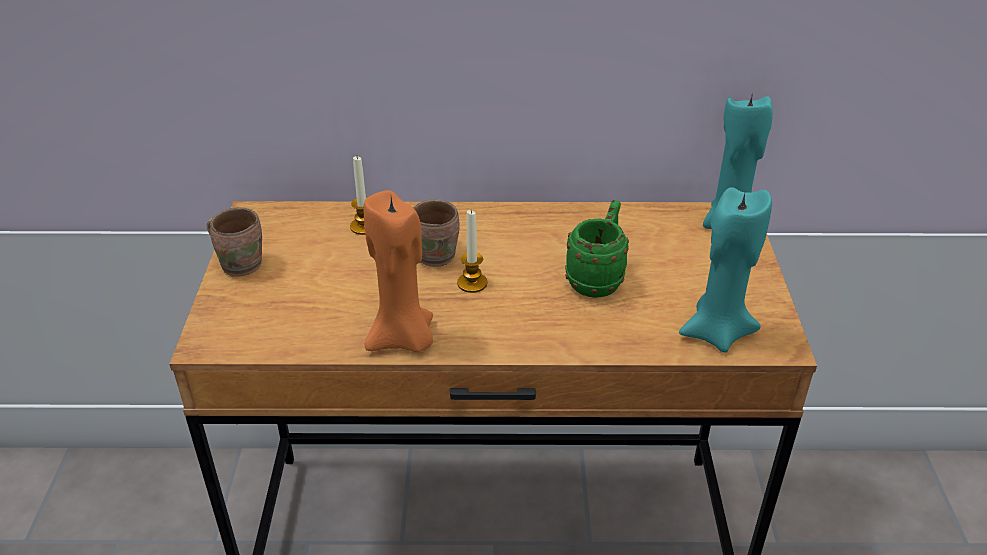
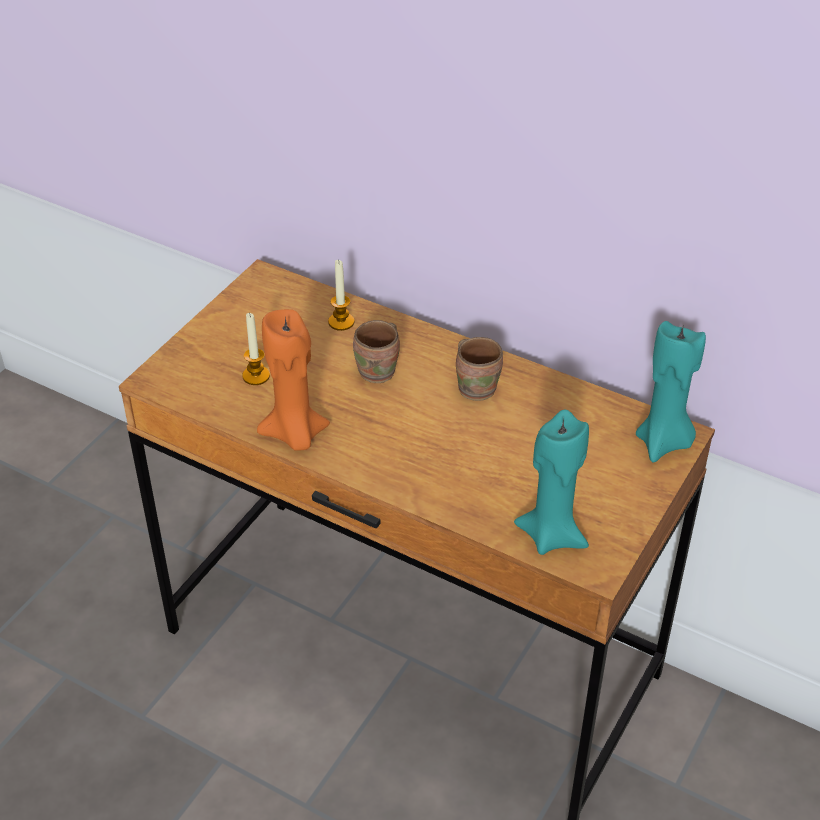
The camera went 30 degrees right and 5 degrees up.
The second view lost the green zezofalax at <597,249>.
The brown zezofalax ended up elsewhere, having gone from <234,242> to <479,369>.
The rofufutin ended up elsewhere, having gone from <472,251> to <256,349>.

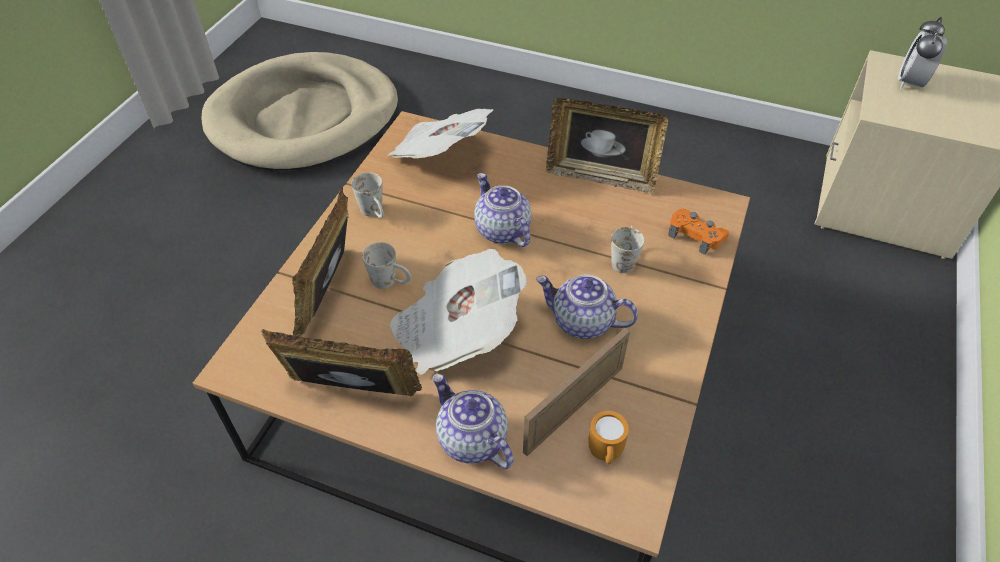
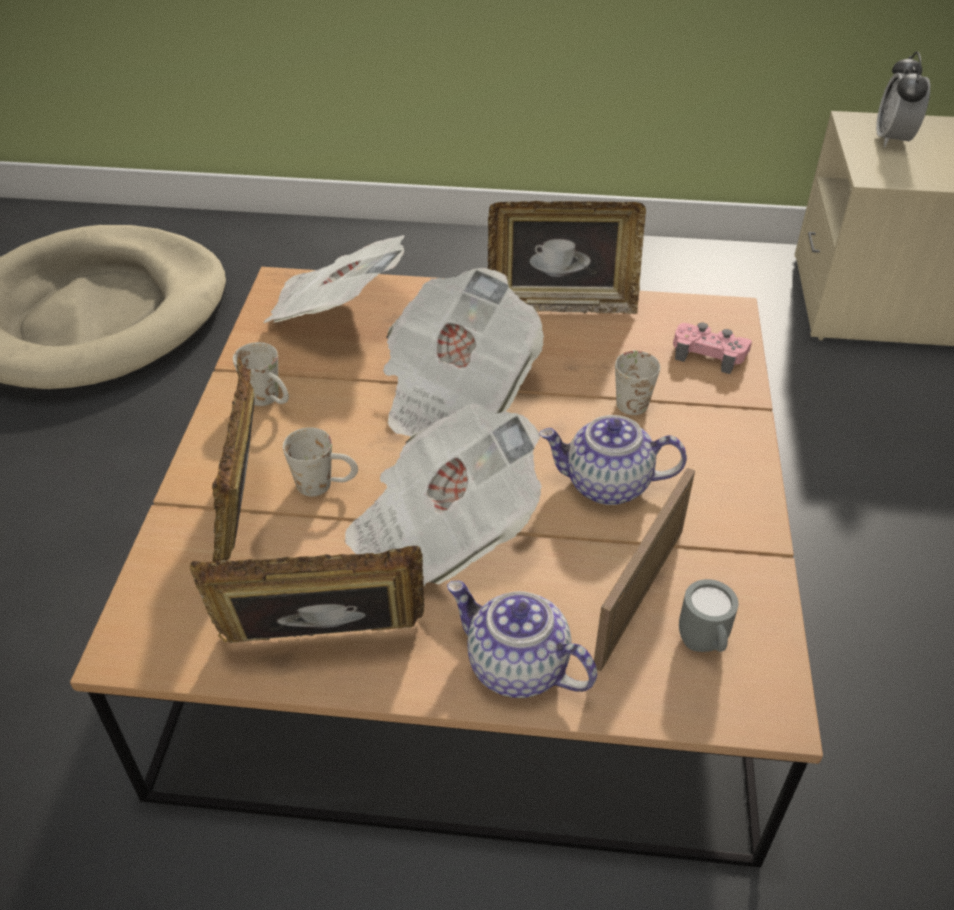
The camera went 15 degrees left and 5 degrees down.
Where the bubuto stood at <502,210>, the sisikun came to stand at <463,352>.
What was the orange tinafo at <698,232> turned into the pink tinafo at <712,348>.
What was the orange zezofalax at <608,437> turned into the grey zezofalax at <709,615>.

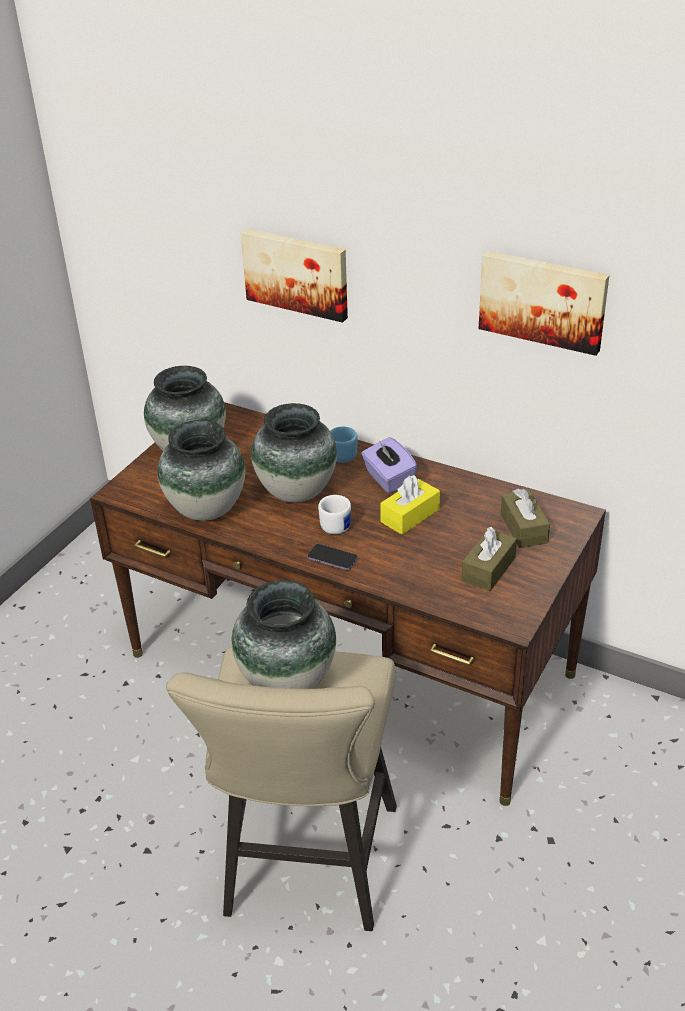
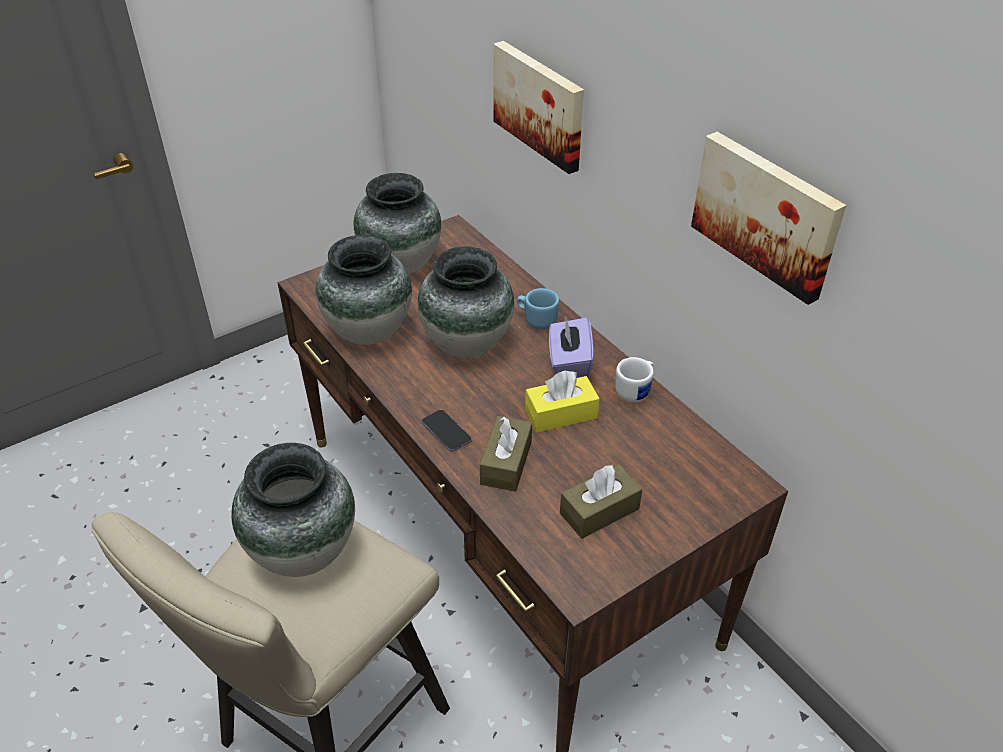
The camera went 25 degrees right and 5 degrees up.
The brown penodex ended up elsewhere, having gone from <525,518> to <506,454>.
The white zezofalax ended up elsewhere, having gone from <334,514> to <634,379>.

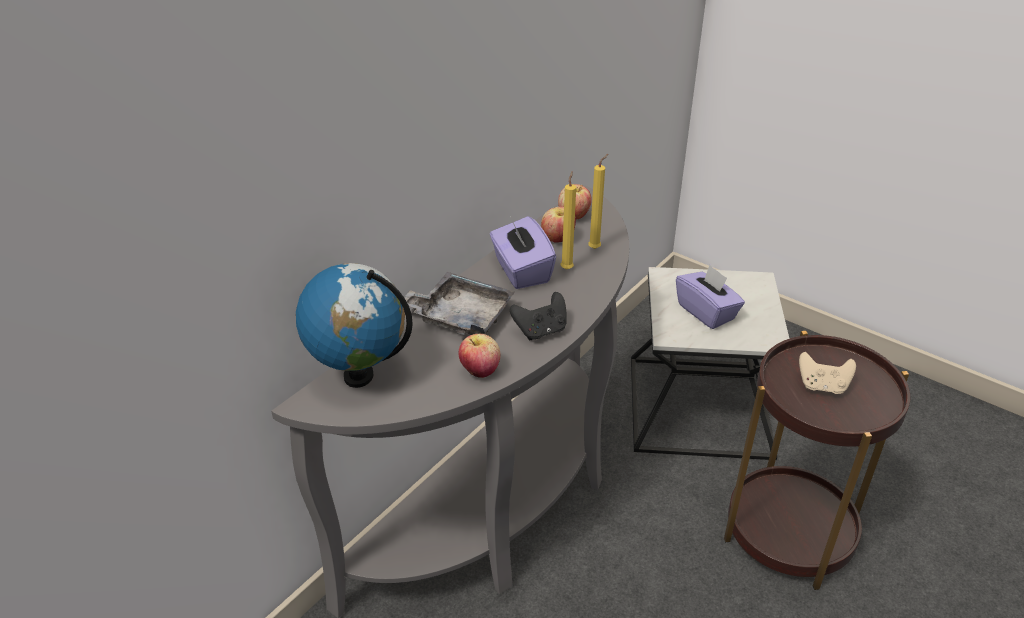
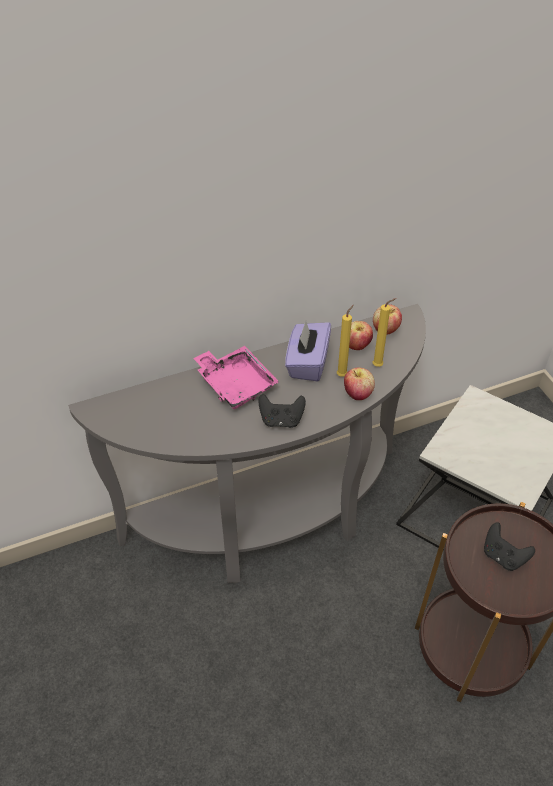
The camera went 30 degrees right and 10 degrees up.
The second view lost the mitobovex at <354,325>.
The second view lost the purple penodex at <710,297>.
What was the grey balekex at <459,303> turned into the pink balekex at <236,377>.
The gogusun ended up elsewhere, having gone from <480,356> to <359,384>.
What was the beige tinafo at <827,373> turned into the black tinafo at <509,547>.

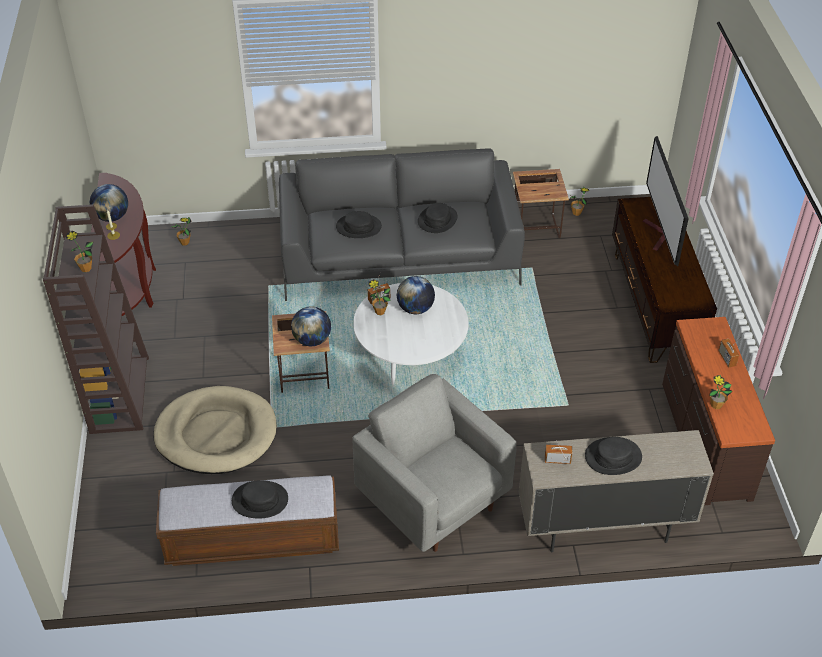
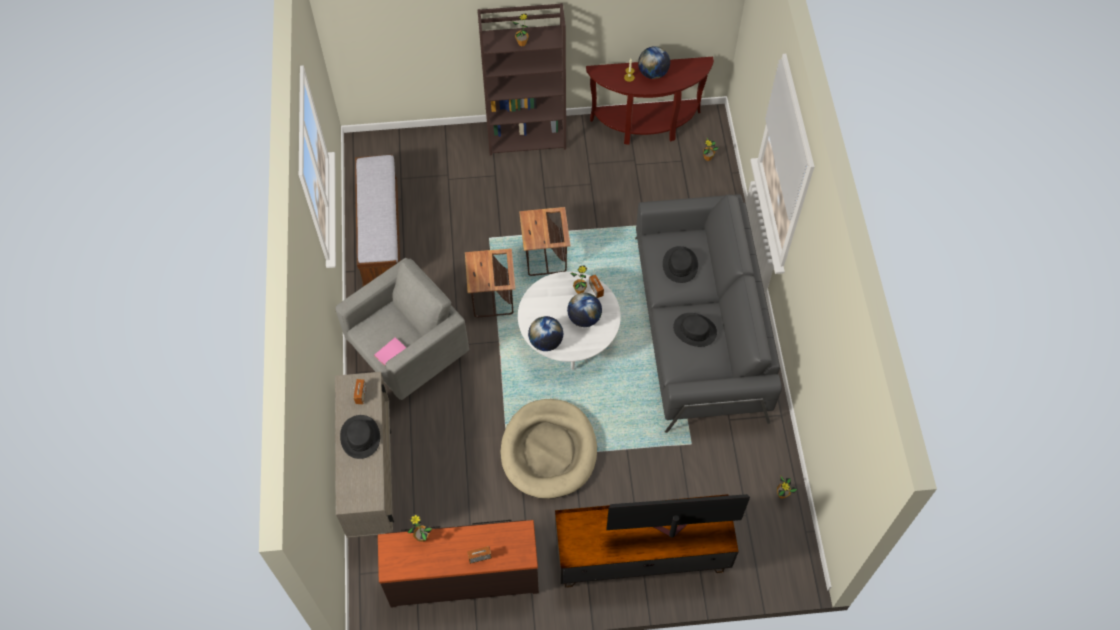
The camera went 90 degrees right and 15 degrees up.
The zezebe ended up elsewhere, having gone from <541,203> to <490,282>.
The mitobovex ended up elsewhere, having gone from <311,326> to <545,333>.
The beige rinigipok ended up elsewhere, having gone from <215,430> to <549,449>.
The second view lost the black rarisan at <260,499>.
The second view gained the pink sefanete at <390,351>.

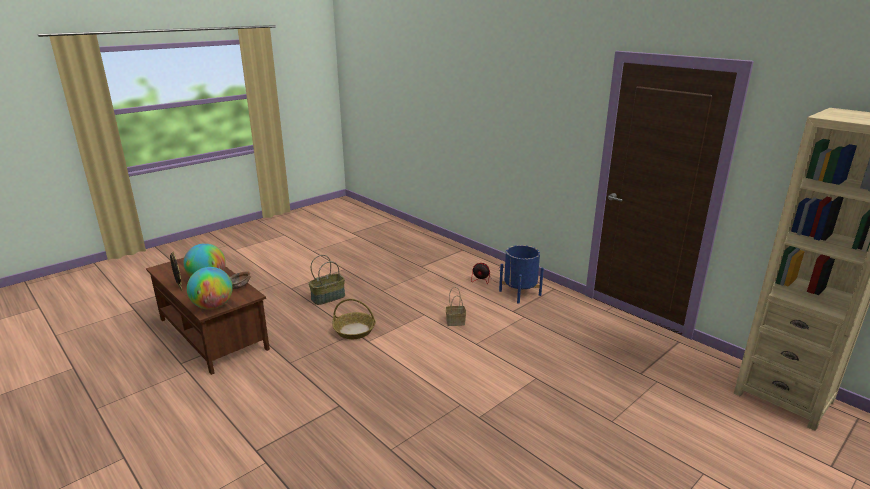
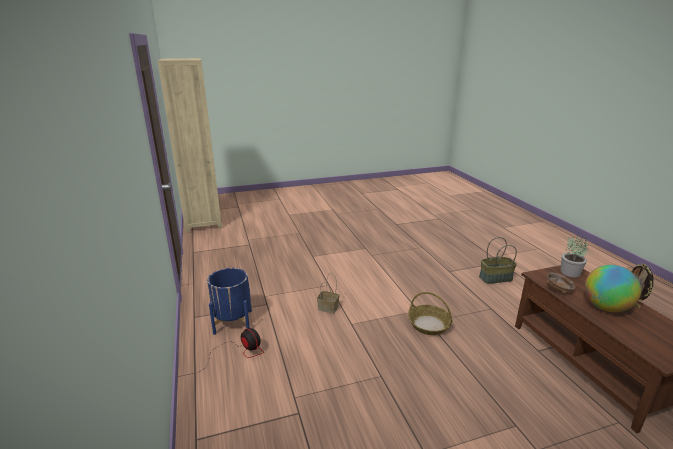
The camera went 155 degrees left and 0 degrees up.
The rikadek ended up elsewhere, having gone from <327,280> to <498,260>.
Where the mitobovex stood at <210,288>, the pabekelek came to stand at <574,256>.

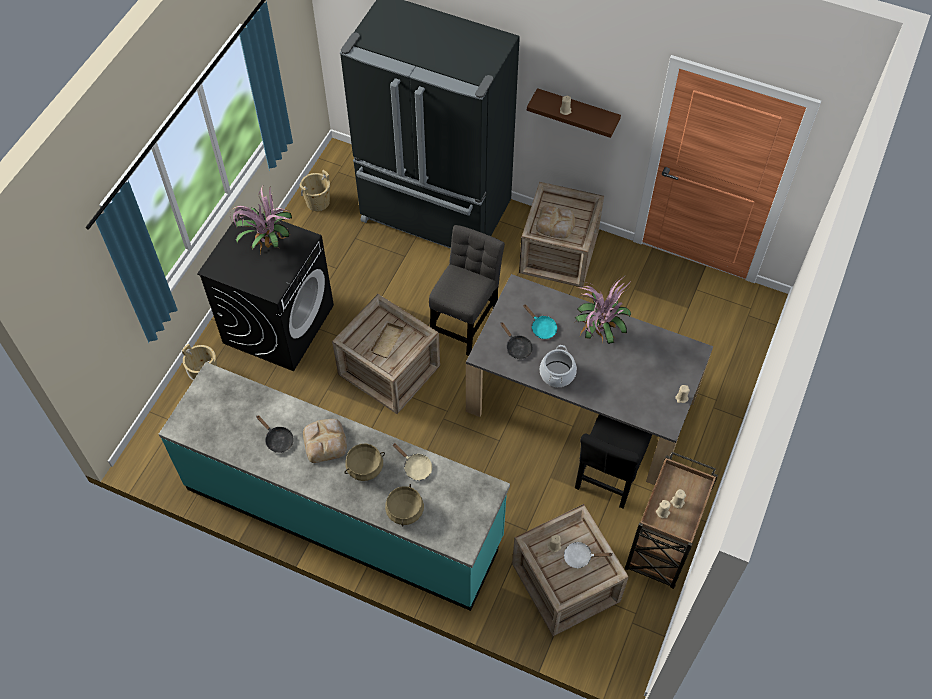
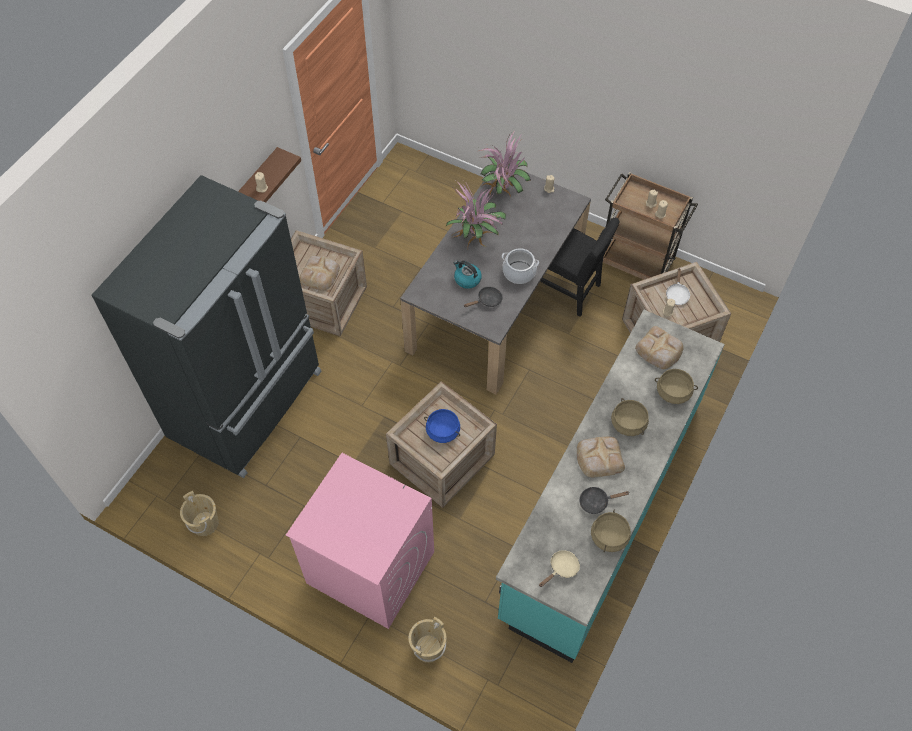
The camera went 85 degrees left and 0 degrees up.
The pabekelek ended up elsewhere, having gone from <261,220> to <505,164>.
What was the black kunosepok at <265,290> turned into the pink kunosepok at <360,541>.
The second view lost the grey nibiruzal at <467,290>.
Where the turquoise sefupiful stood at <540,321>, the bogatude came to stand at <468,274>.
Where the beige balekex stood at <387,339>, the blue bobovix came to stand at <442,426>.
The black sefupiful at <275,434> ended up facing another way, 150 degrees counterclockwise from before.
The beige sefupiful ended up elsewhere, having gone from <412,461> to <559,568>.
The second view gained the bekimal at <659,347>.
The second view gained the beige bobovix at <611,530>.

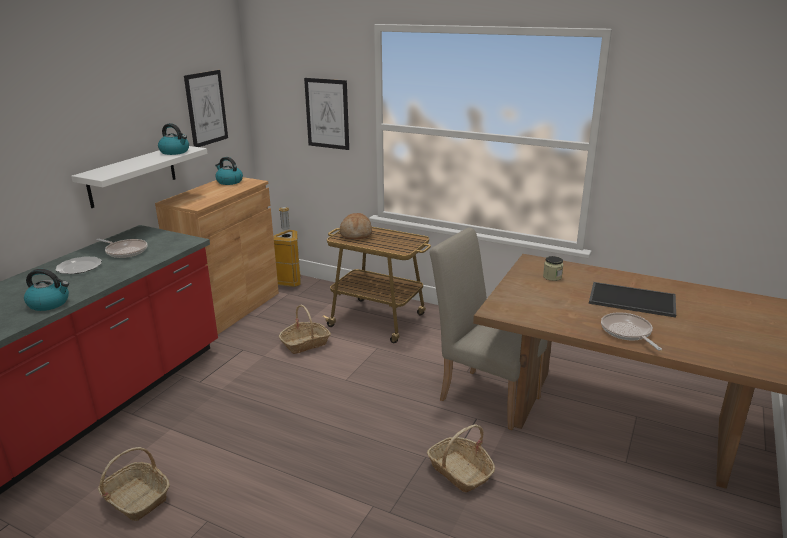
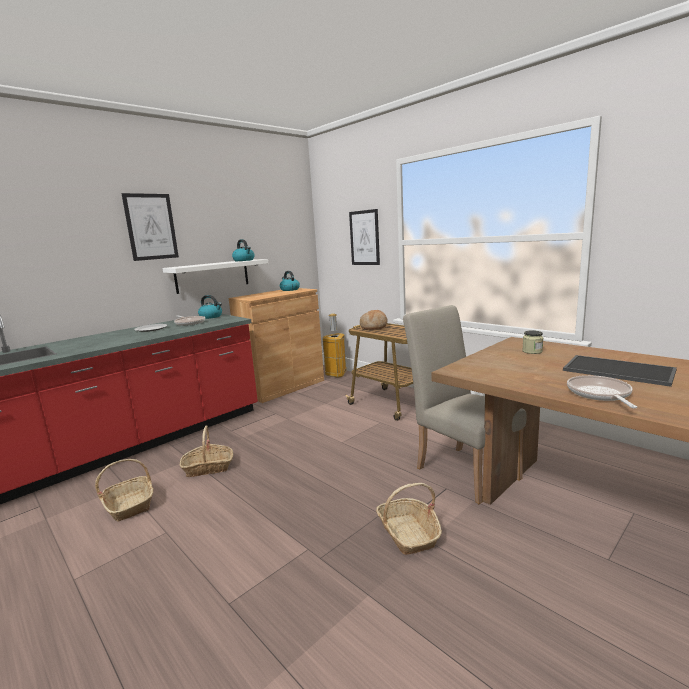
The camera went 20 degrees right and 10 degrees down.
The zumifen ended up elsewhere, having gone from <206,108> to <150,227>.
The bogatude ended up elsewhere, having gone from <46,290> to <210,307>.
The rikadek ended up elsewhere, having gone from <305,329> to <206,451>.

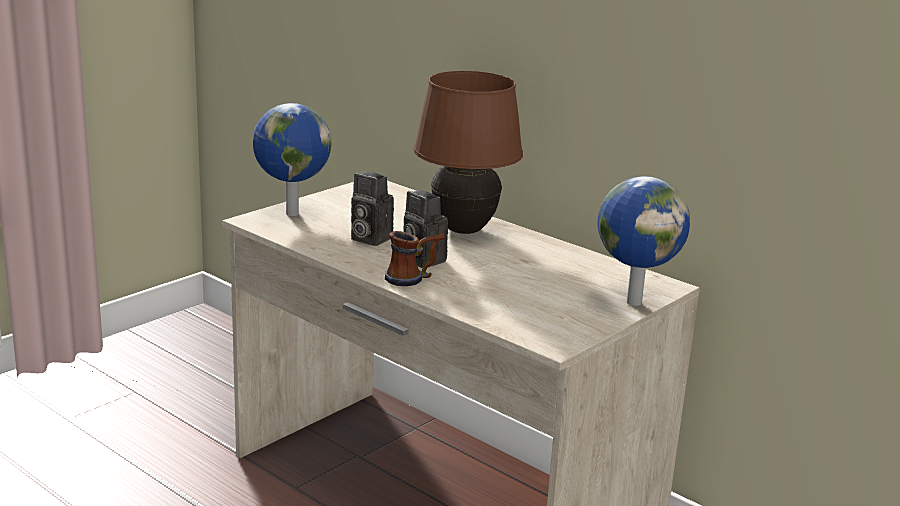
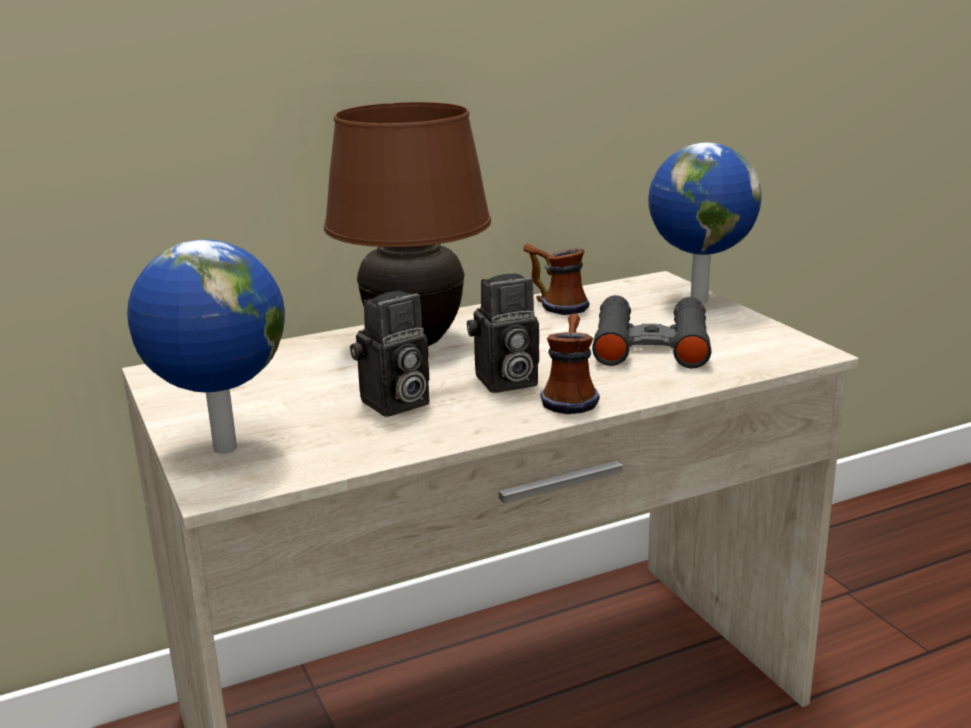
The camera went 65 degrees left and 0 degrees up.
The second view gained the zezofalax at <556,279>.
The second view gained the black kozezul at <651,331>.

